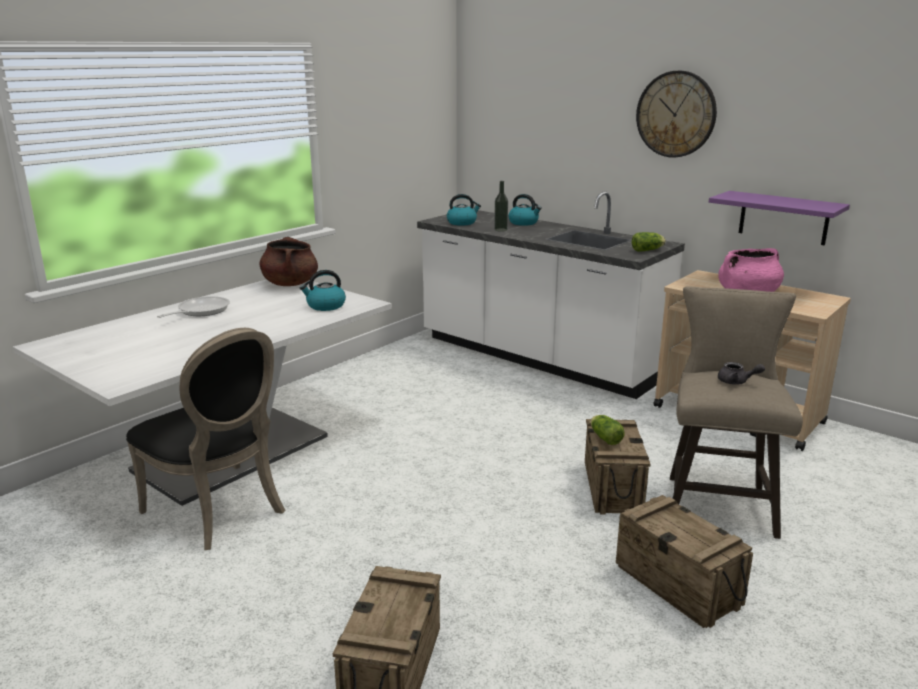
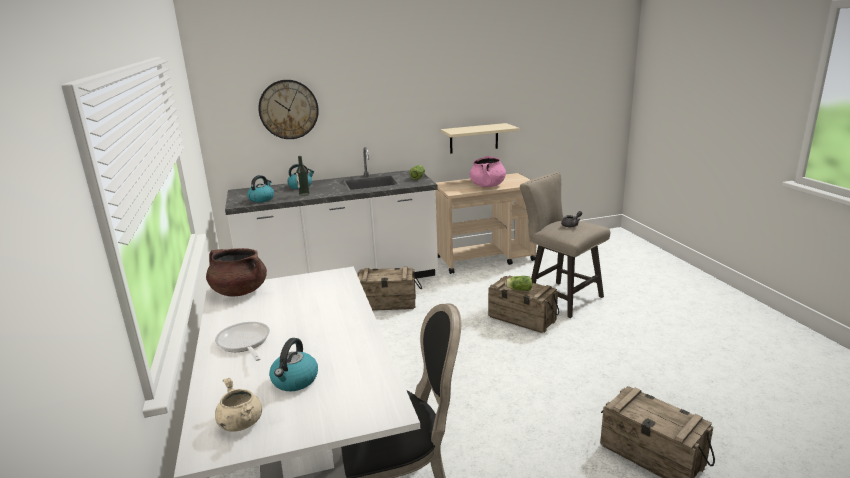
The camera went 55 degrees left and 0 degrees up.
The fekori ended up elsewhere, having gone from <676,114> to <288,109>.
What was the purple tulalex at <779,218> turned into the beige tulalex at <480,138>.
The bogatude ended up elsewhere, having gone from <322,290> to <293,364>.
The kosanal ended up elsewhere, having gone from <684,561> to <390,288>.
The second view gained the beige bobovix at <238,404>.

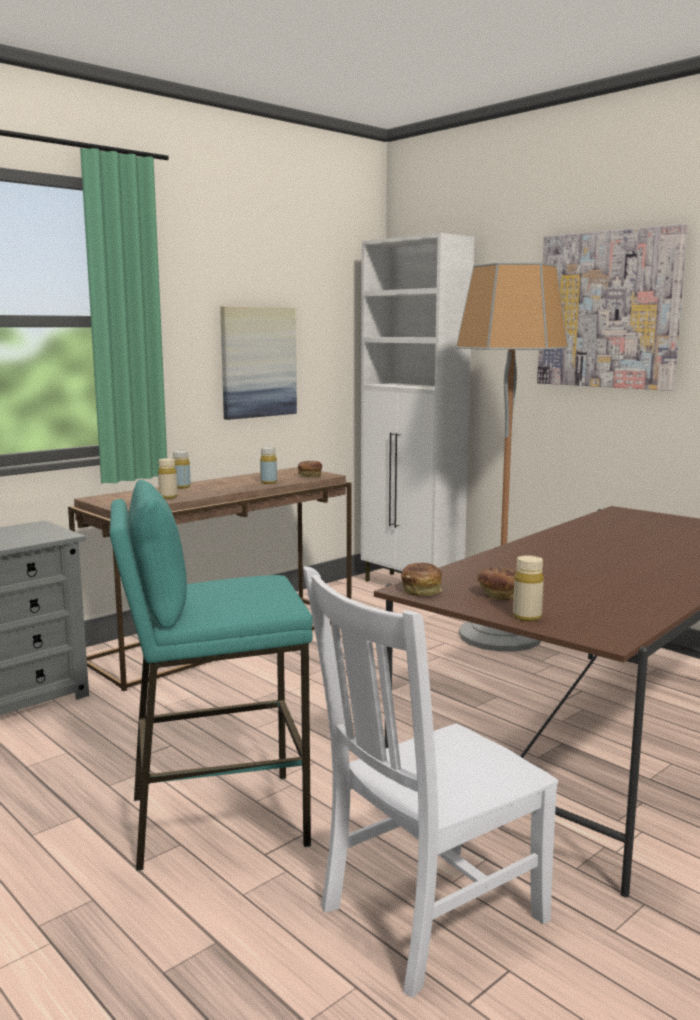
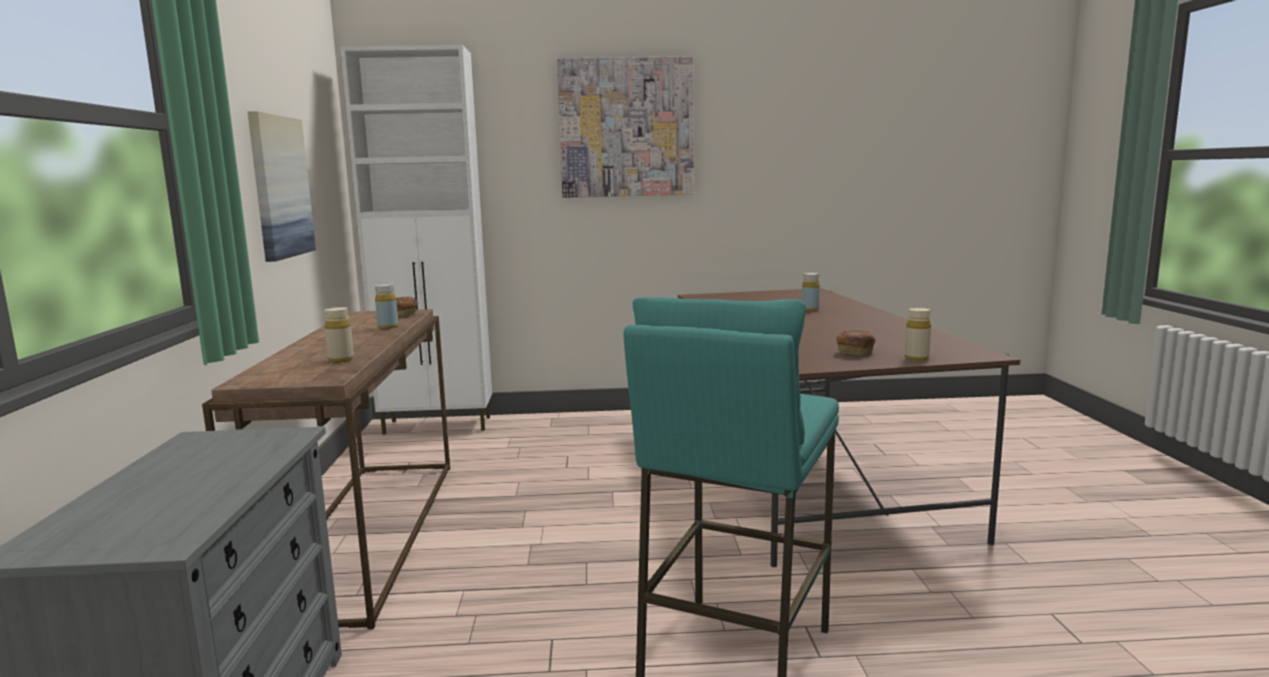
The camera went 50 degrees left and 0 degrees up.
The second view lost the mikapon at <512,457>.
The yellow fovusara ended up elsewhere, having gone from <182,469> to <811,292>.
The second view lost the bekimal at <421,579>.
The second view lost the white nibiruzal at <430,782>.

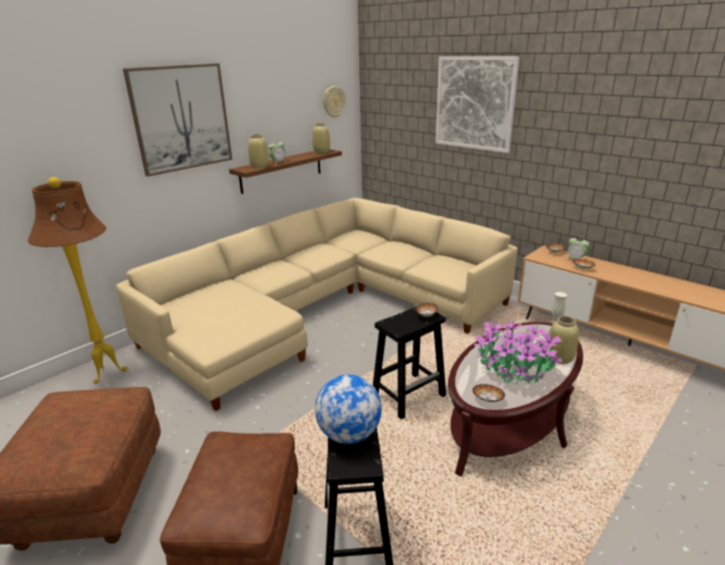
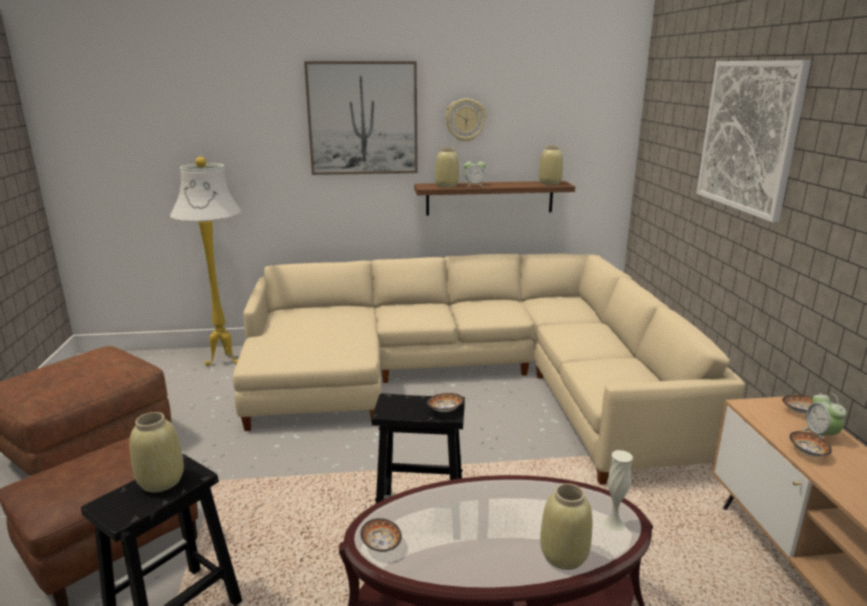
The camera went 40 degrees right and 5 degrees down.
The fekori ended up elsewhere, having gone from <334,102> to <465,120>.
What was the brown mikapon at <77,280> turned into the white mikapon at <205,261>.
The second view lost the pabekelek at <518,353>.
Where the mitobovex stood at <348,409>, the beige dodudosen came to stand at <156,452>.

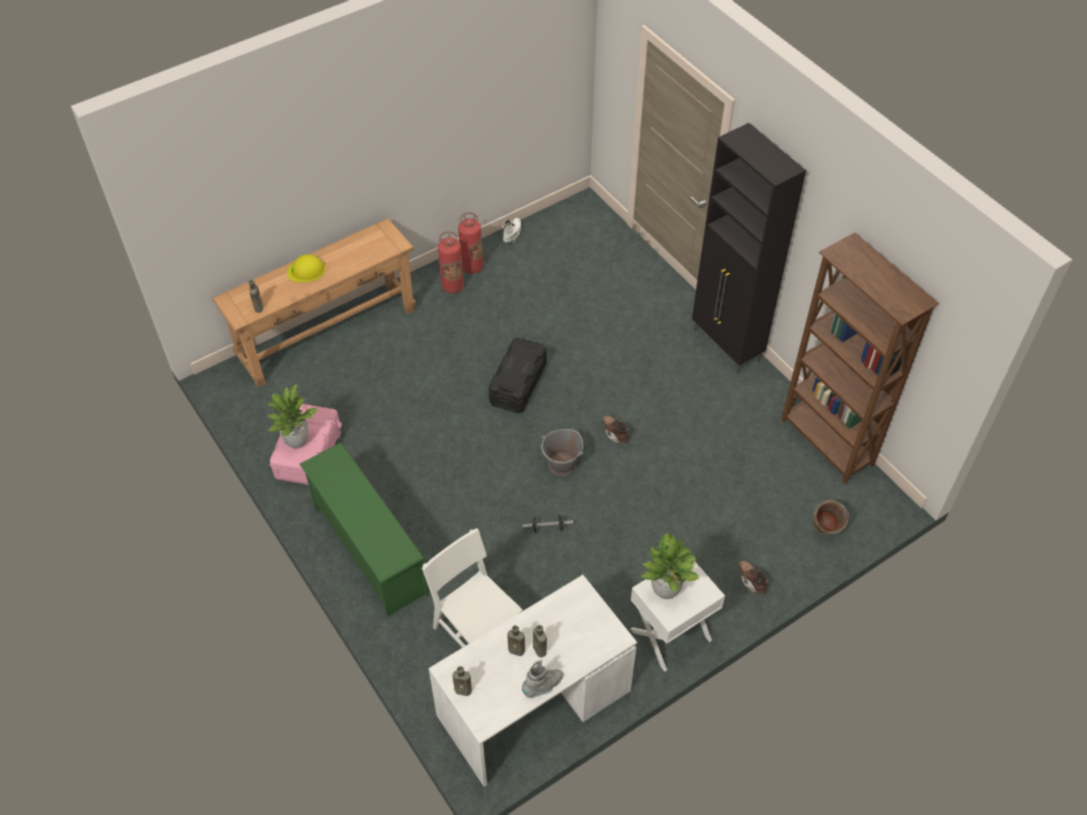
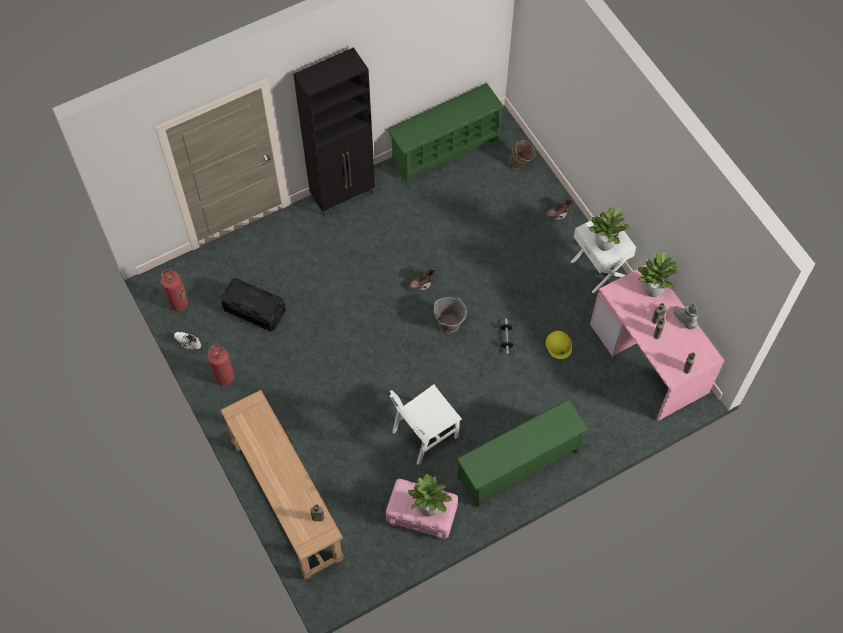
The camera went 85 degrees left and 10 degrees up.
The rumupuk ended up elsewhere, having gone from <451,262> to <175,289>.
Where the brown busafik stood at <860,358>, the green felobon came to stand at <445,133>.
The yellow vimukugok ended up elsewhere, having gone from <306,268> to <559,345>.
The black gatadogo ended up elsewhere, having gone from <518,375> to <253,304>.
The white nibiruzal ended up elsewhere, having gone from <472,588> to <425,424>.
What was the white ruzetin at <533,681> turned into the pink ruzetin at <657,343>.
The second view gained the pabekelek at <658,274>.

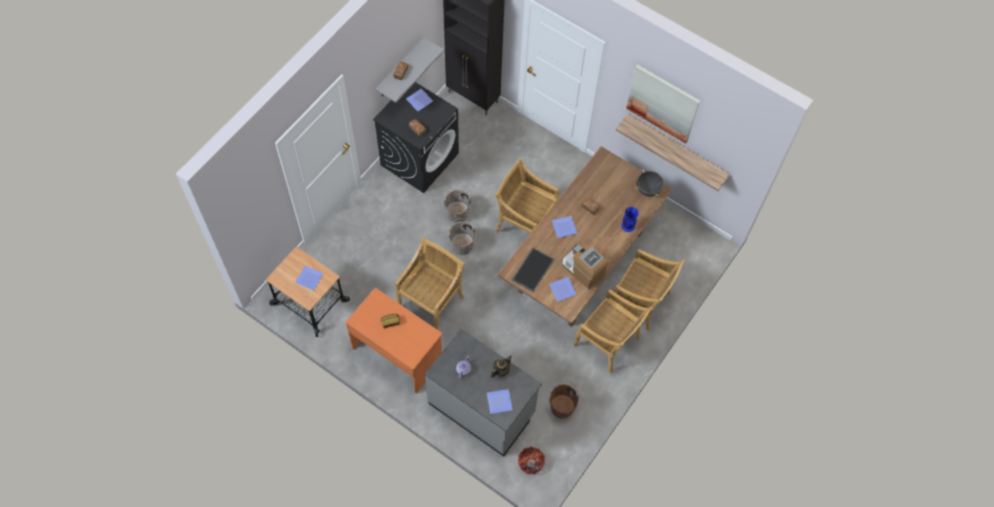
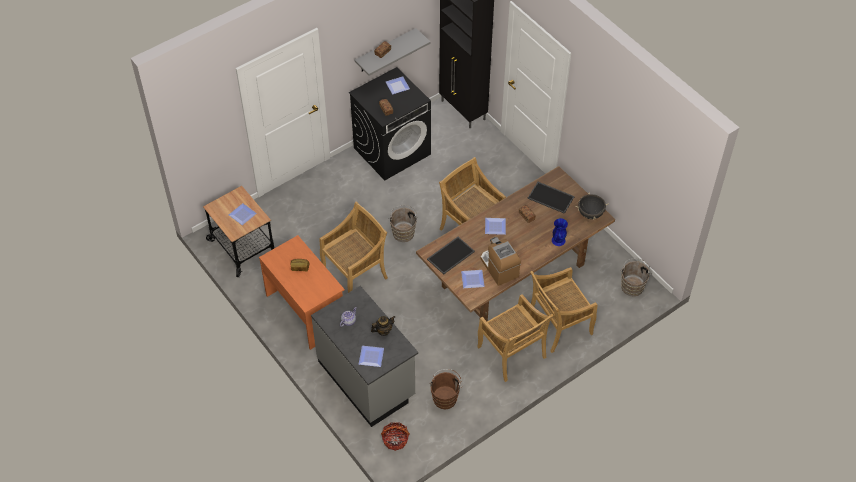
The camera went 20 degrees right and 10 degrees down.
The second view lost the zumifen at <663,104>.
The second view lost the tulalex at <673,152>.
The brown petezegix ended up elsewhere, having gone from <457,204> to <636,277>.
The beige nibiruzal at <649,290> ended up facing another way, 105 degrees clockwise from before.
The second view gained the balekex at <551,198>.

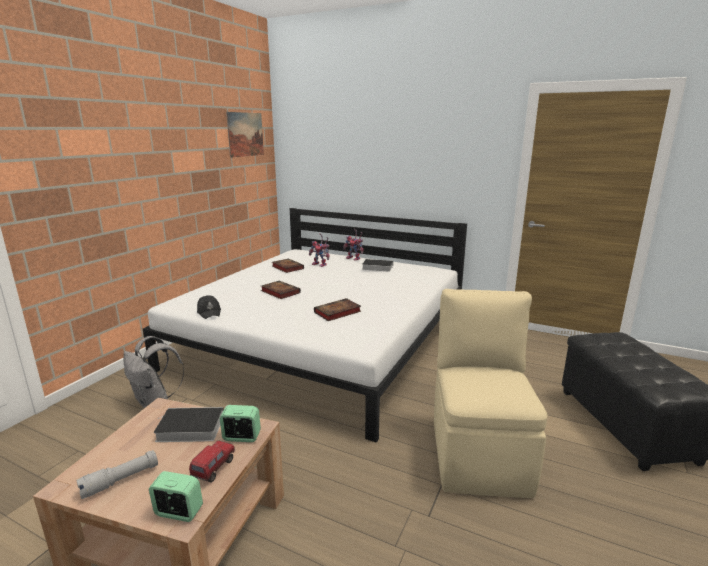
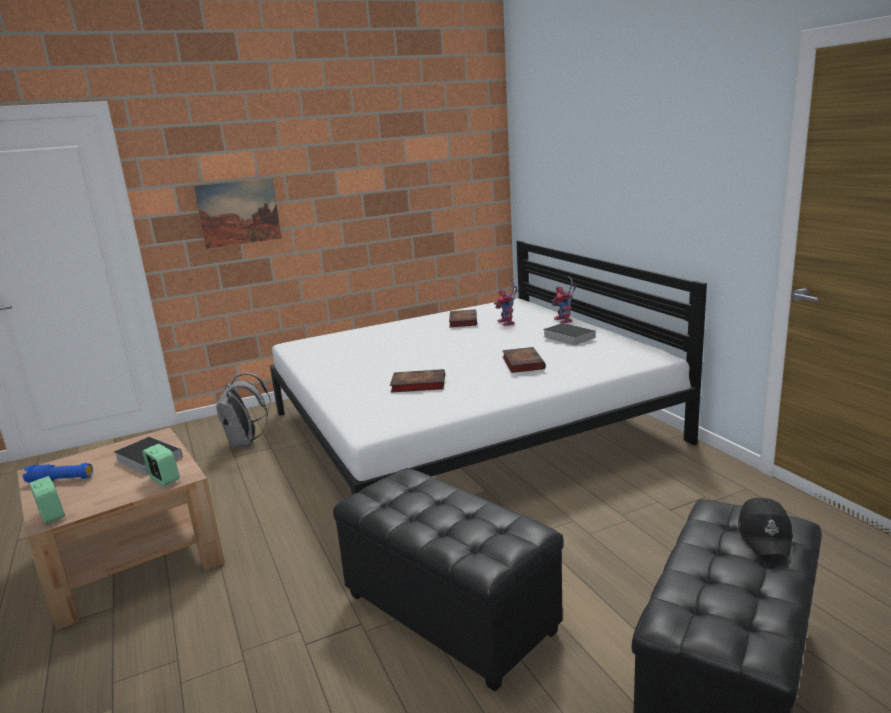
The camera went 40 degrees right and 0 degrees up.
The zumifen ended up elsewhere, having gone from <245,135> to <238,213>.
The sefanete ended up elsewhere, having gone from <281,290> to <524,360>.
Where the beige nibiruzal stood at <490,393>, the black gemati came to stand at <448,580>.
The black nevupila ended up elsewhere, having gone from <209,307> to <765,527>.
The second view lost the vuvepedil at <212,461>.
What was the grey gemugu at <117,474> turned into the blue gemugu at <58,473>.

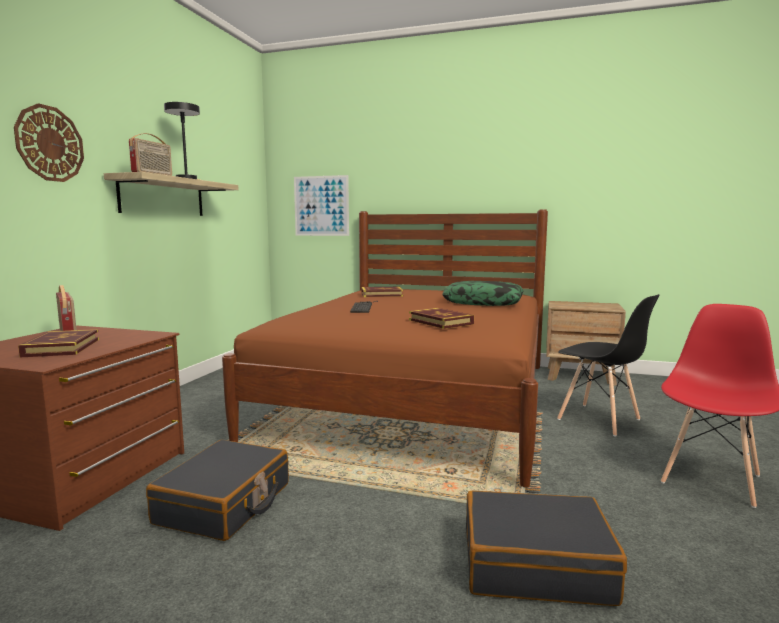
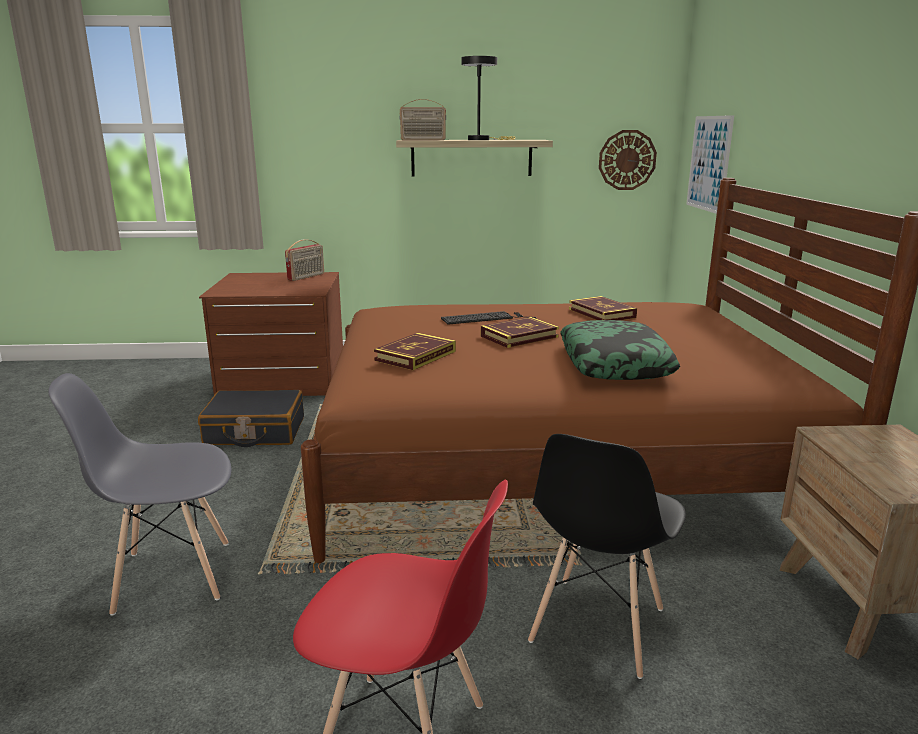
The camera went 70 degrees right and 10 degrees up.
The fekori ended up elsewhere, having gone from <49,142> to <628,160>.
The sefanete ended up elsewhere, having gone from <58,343> to <520,332>.
Where the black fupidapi stood at <546,548>, the grey nibiruzal came to stand at <139,494>.

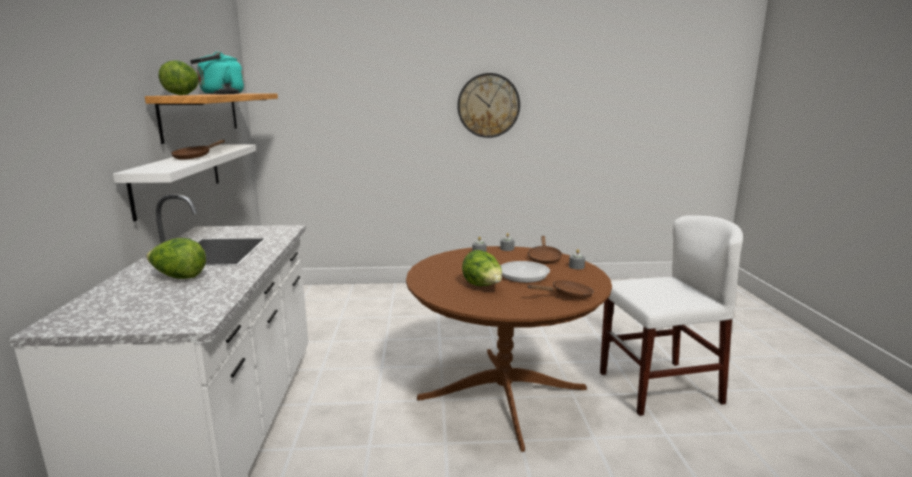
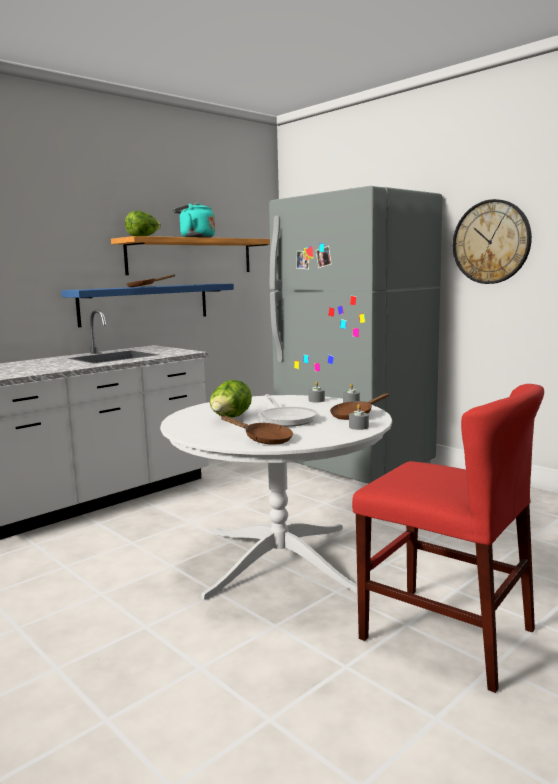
The camera went 50 degrees right and 5 degrees down.
What was the white tulalex at <184,182> turned into the blue tulalex at <147,305>.
What was the white nibiruzal at <671,315> turned into the red nibiruzal at <448,538>.
The second view lost the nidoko at <176,258>.
What was the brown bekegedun at <509,349> turned into the white bekegedun at <276,497>.
The second view gained the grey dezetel at <355,335>.

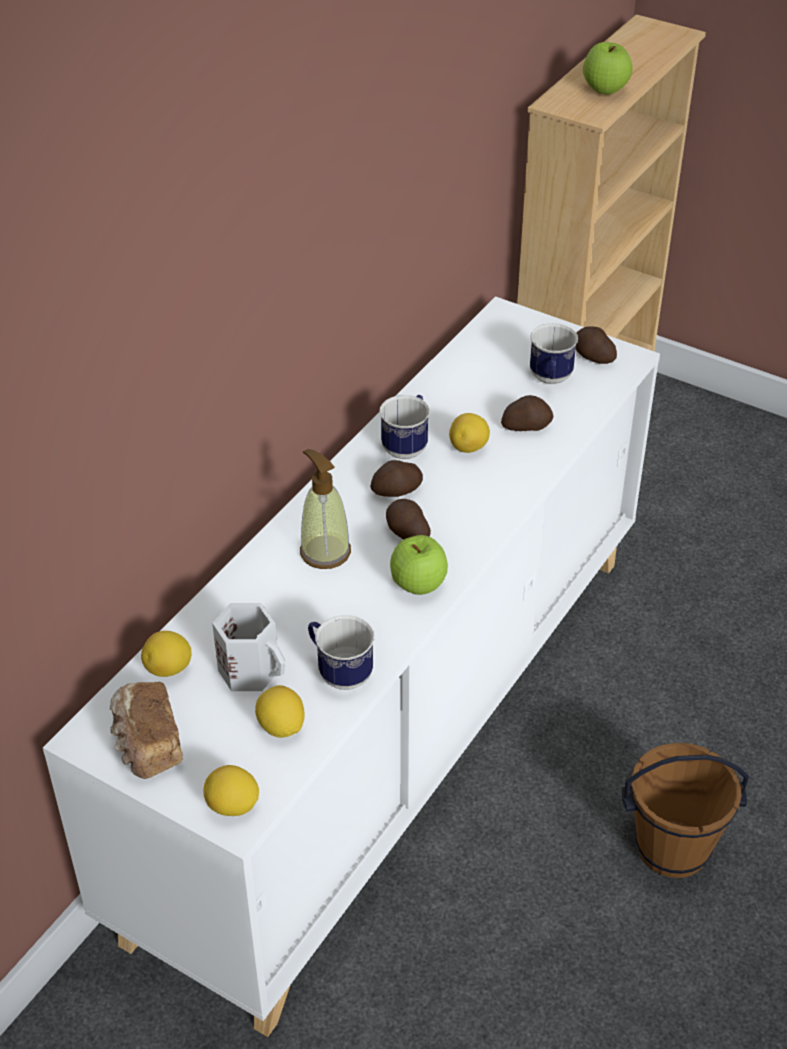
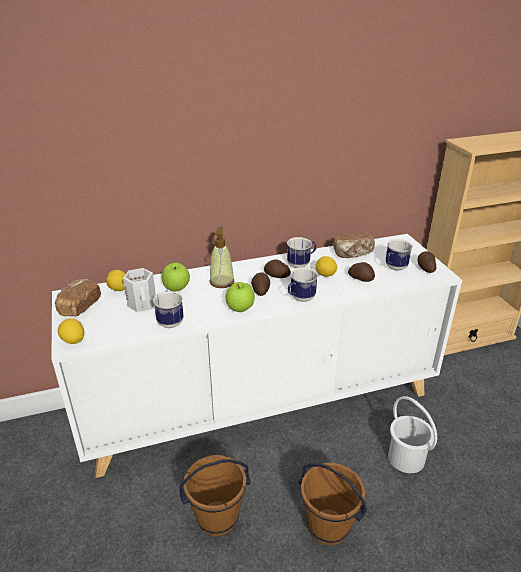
The camera went 40 degrees right and 10 degrees down.
The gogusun ended up elsewhere, having gone from <608,68> to <176,277>.
The second view lost the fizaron at <280,711>.
The second view gained the bekimal at <354,245>.
The second view gained the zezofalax at <303,284>.
The second view gained the white petezegix at <412,434>.
The second view gained the brown petezegix at <215,495>.

